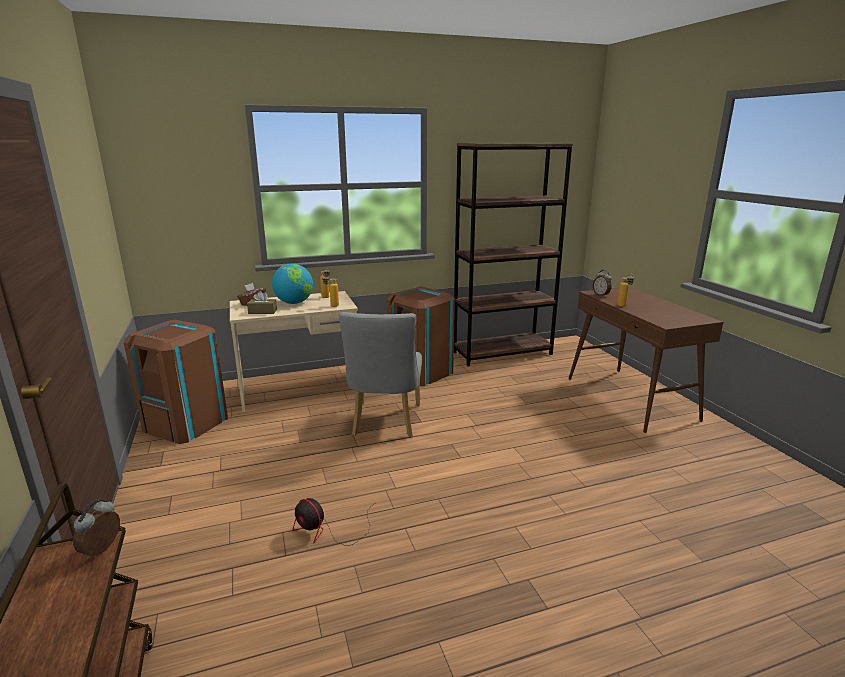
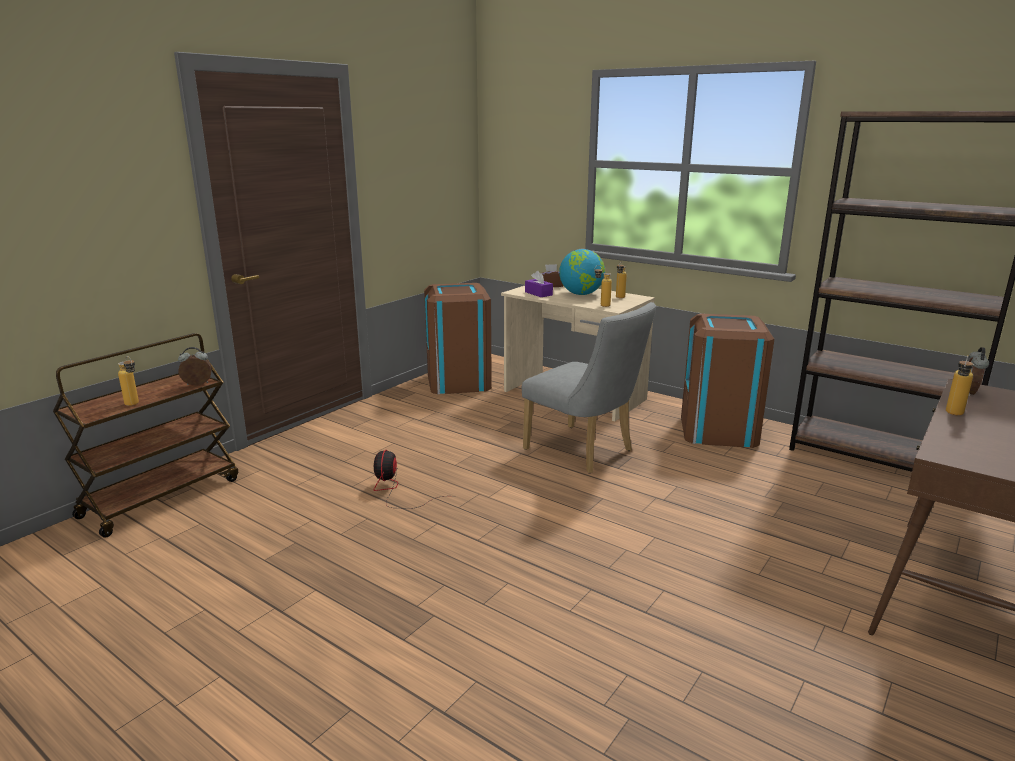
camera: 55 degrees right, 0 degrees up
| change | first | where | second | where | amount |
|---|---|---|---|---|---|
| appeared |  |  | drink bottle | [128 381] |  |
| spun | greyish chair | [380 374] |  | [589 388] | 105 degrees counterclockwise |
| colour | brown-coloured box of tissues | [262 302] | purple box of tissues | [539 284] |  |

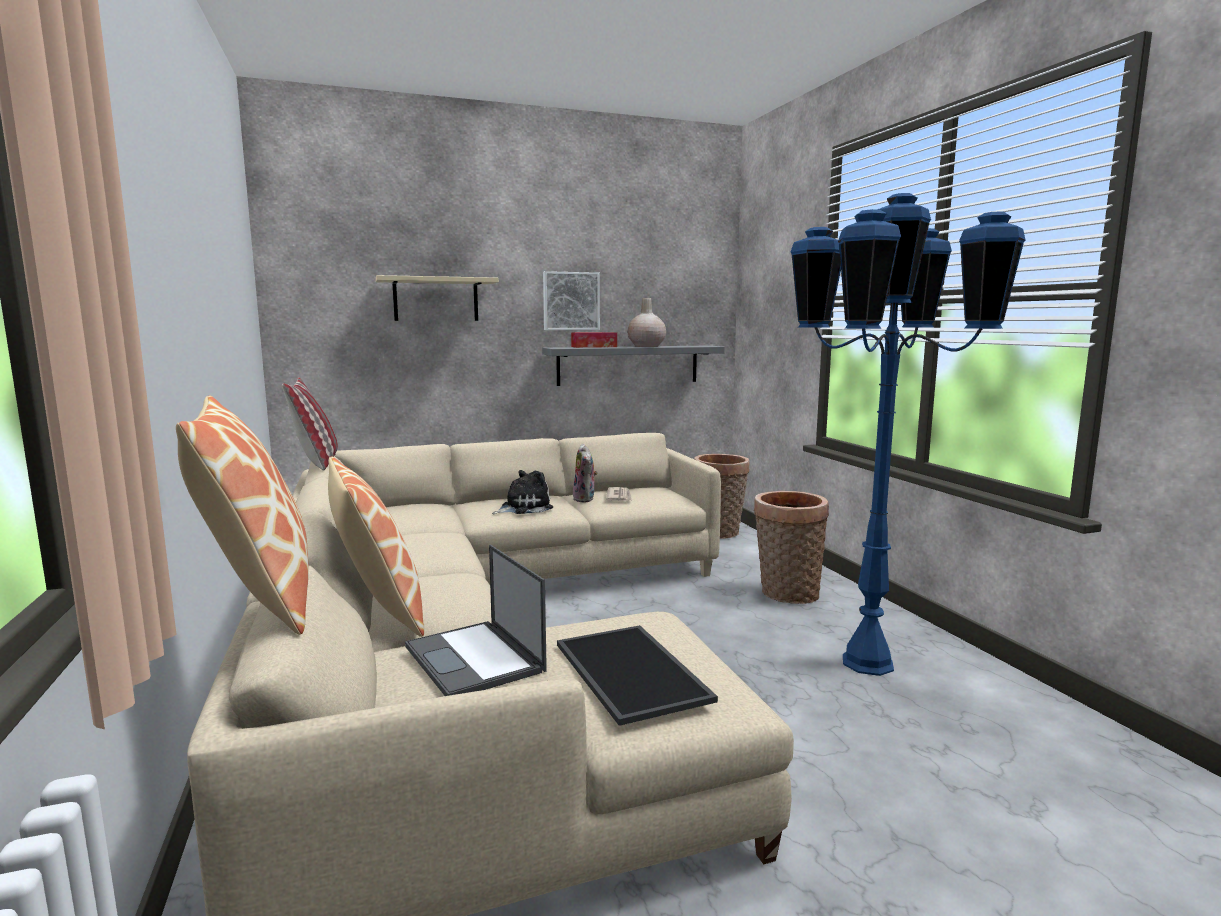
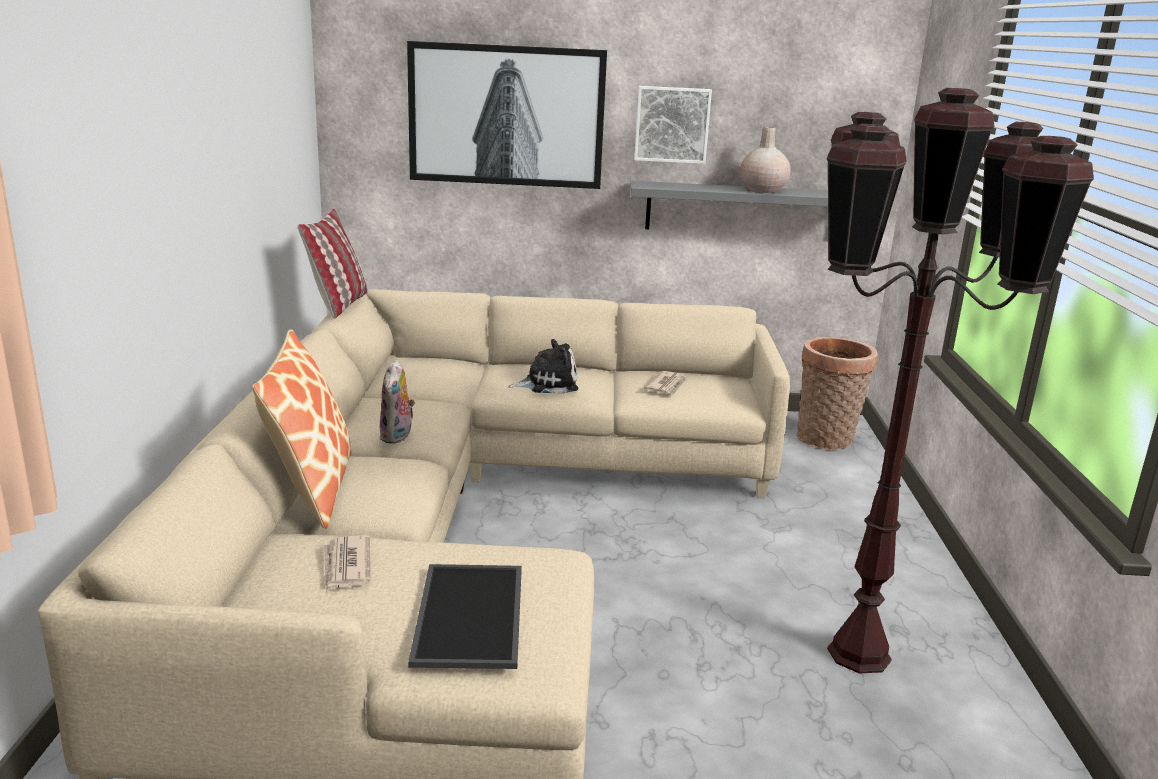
camera: 20 degrees right, 10 degrees up
| change | first | where | second | where | amount |
|---|---|---|---|---|---|
| exchanged | laptop | [476 620] | daily paper | [346 563] |  |
| relocated | plush toy | [585 473] |  | [397 402] |  |
| exchanged | beige-coloured shelf | [437 298] | wall picture | [507 115] |  |
| colour | blue standing lamp | [908 434] | brown-coloured standing lamp | [960 381] |  |
| missing | pillow | [242 515] |  |  |  |
| missing | box of tissues | [594 340] |  |  |  |
| missing | storage basket | [791 547] |  |  |  |

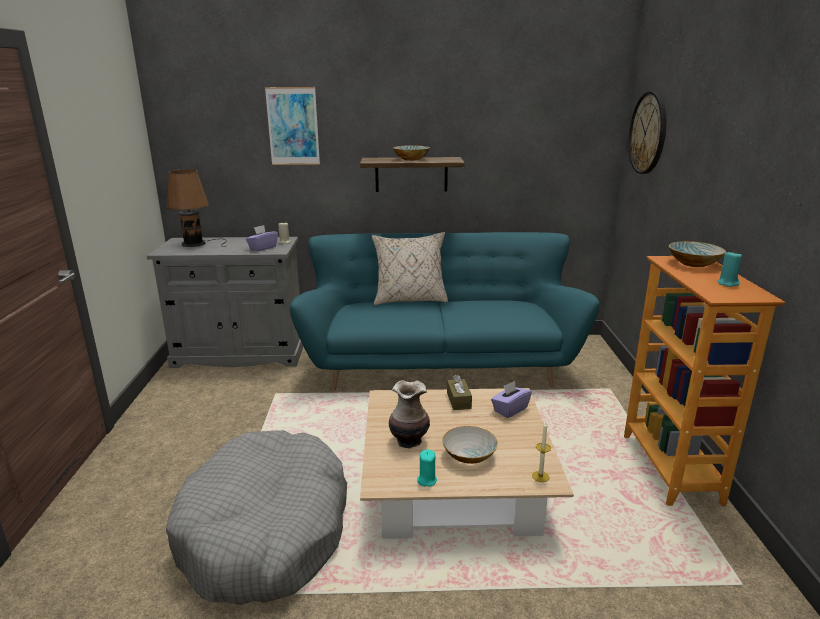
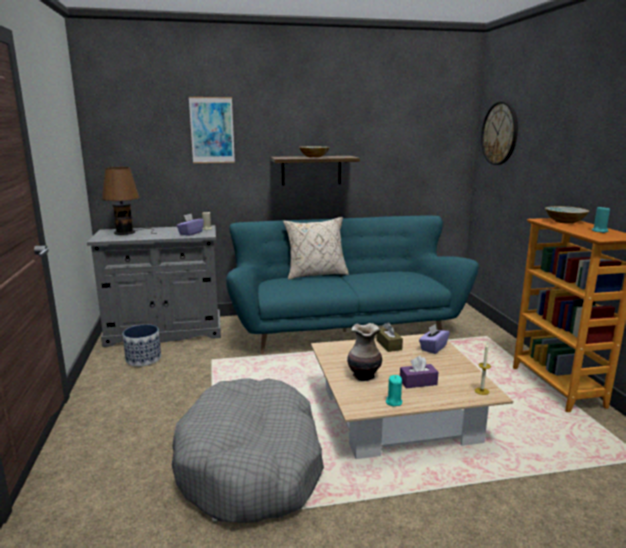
camera: 10 degrees left, 5 degrees down
| change | first | where | second | where | amount |
|---|---|---|---|---|---|
| appeared |  |  | flower pot | [142 345] |  |
| exchanged | deep dish | [470 445] | purple box of tissues | [419 372] |  |

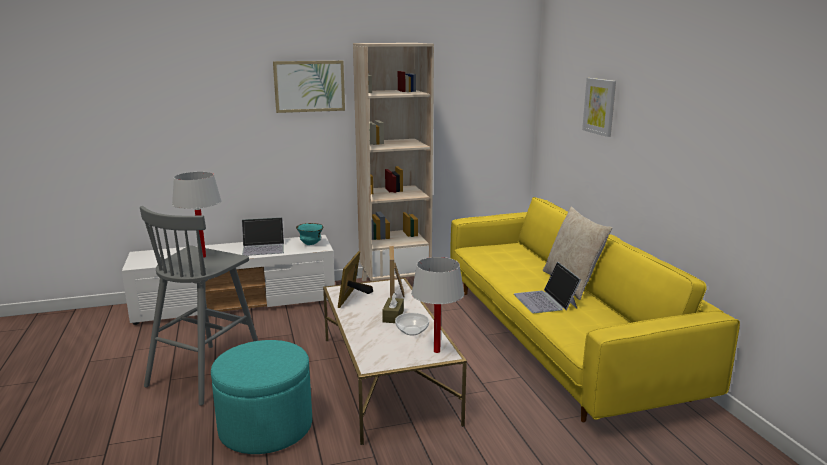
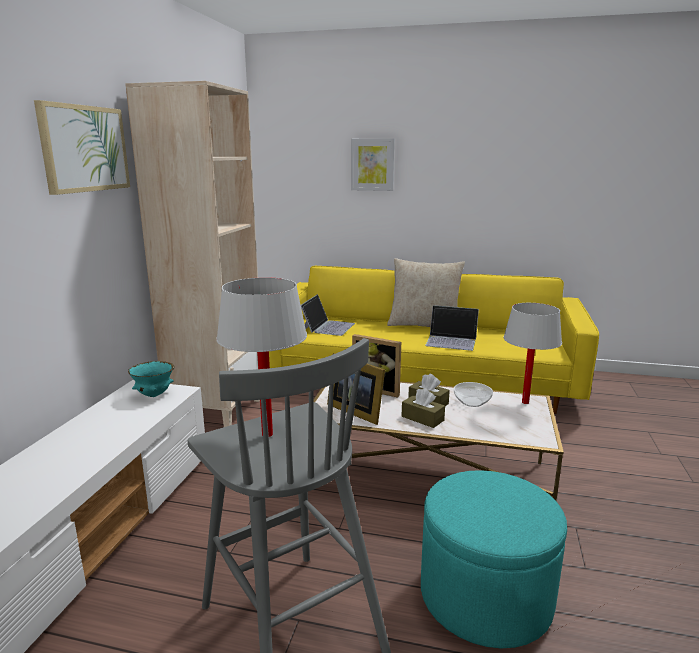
camera: 60 degrees left, 0 degrees up
| change | first | where | second | where | amount |
|---|---|---|---|---|---|
| relocated | laptop | [263 236] |  | [328 315] |  |
| appeared |  |  | brown-coloured box of tissues | [423 408] |  |

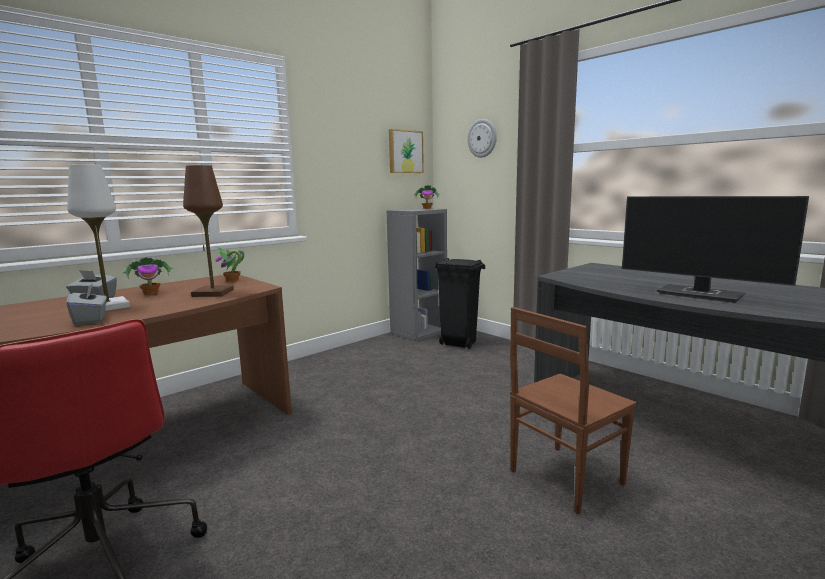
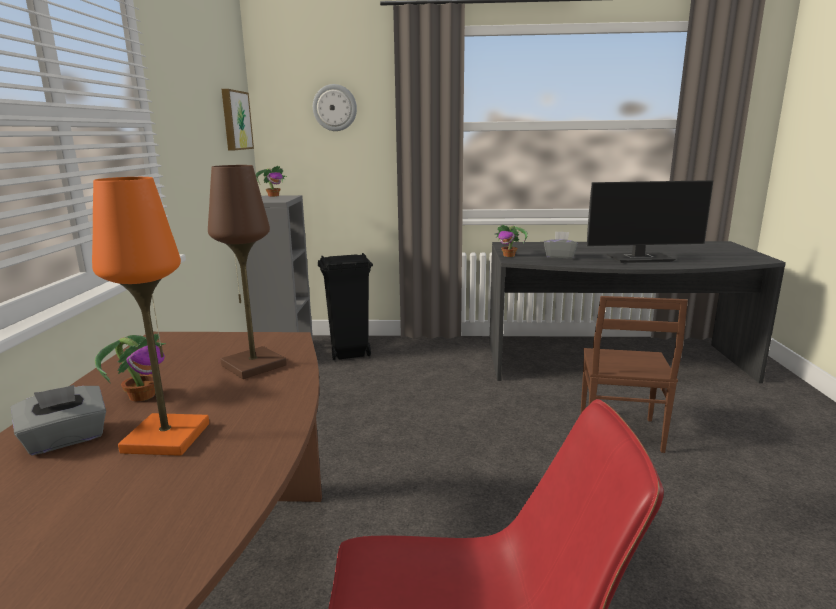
camera: 45 degrees left, 5 degrees up
| change | first | where | second | where | amount |
|---|---|---|---|---|---|
| colour | whitish tabletop lamp | [98 237] | orange tabletop lamp | [150 316] |  |
| relocated | plant in a pot | [229 264] |  | [511 241] |  |
| relocated | greyish box of tissues | [86 304] |  | [561 245] |  |

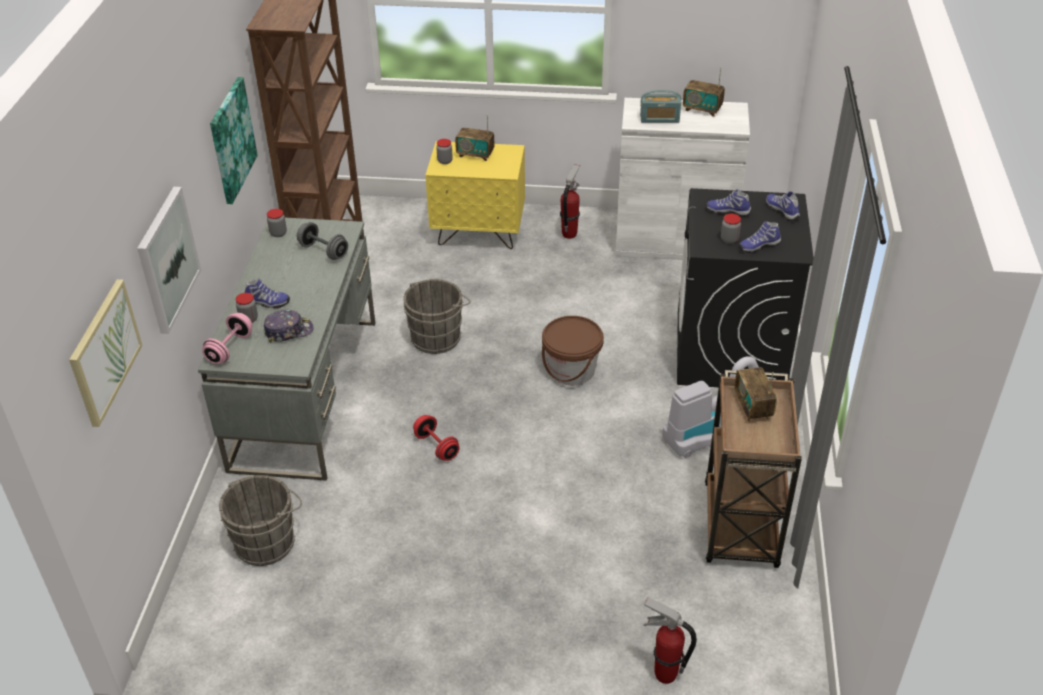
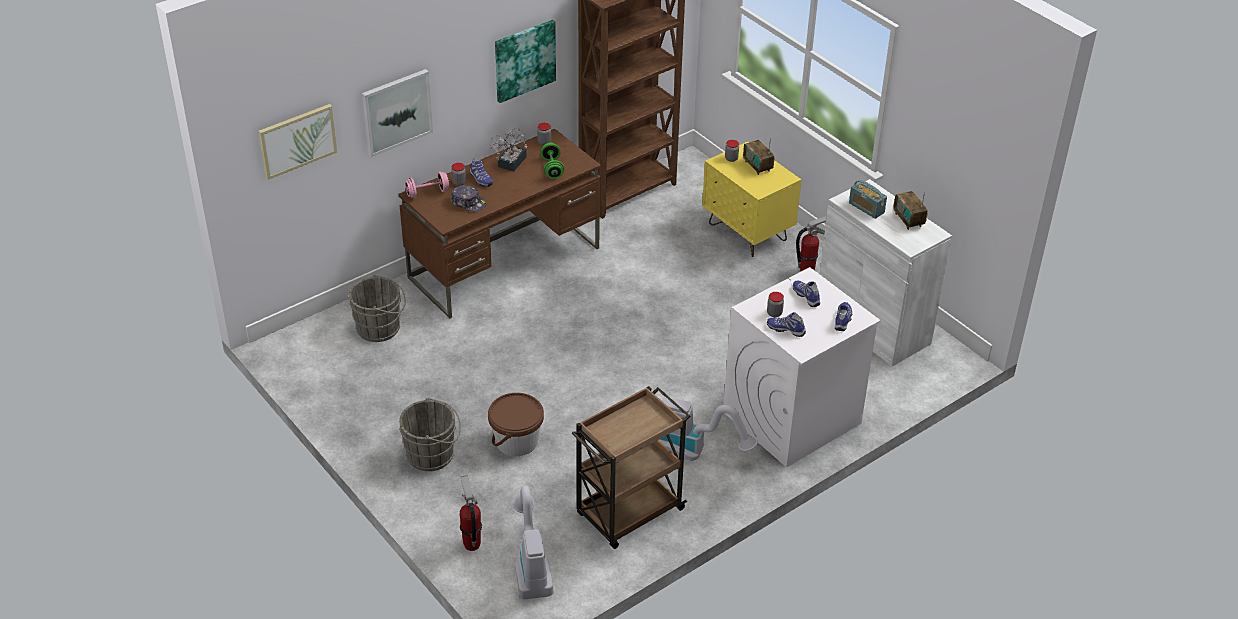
camera: 45 degrees right, 0 degrees up
| change | first | where | second | where | amount |
|---|---|---|---|---|---|
| colour | greyish desk | [287 349] | brown-coloured desk | [500 224] |  |
| relocated | greyish pail | [437 316] |  | [430 434] |  |
| relocated | brown-coloured pail | [573 350] |  | [516 425] |  |
| appeared |  |  | plant in a pot | [508 149] |  |
| appeared |  |  | hoover | [533 542] |  |
| colour | greyish free weight | [322 241] | green free weight | [552 161] |  |
| colour | black-coloured laundry appliance | [745 287] | whitish laundry appliance | [802 367] |  |
| missing | red free weight | [436 438] |  |  |  |
| missing | radio | [755 394] |  |  |  |

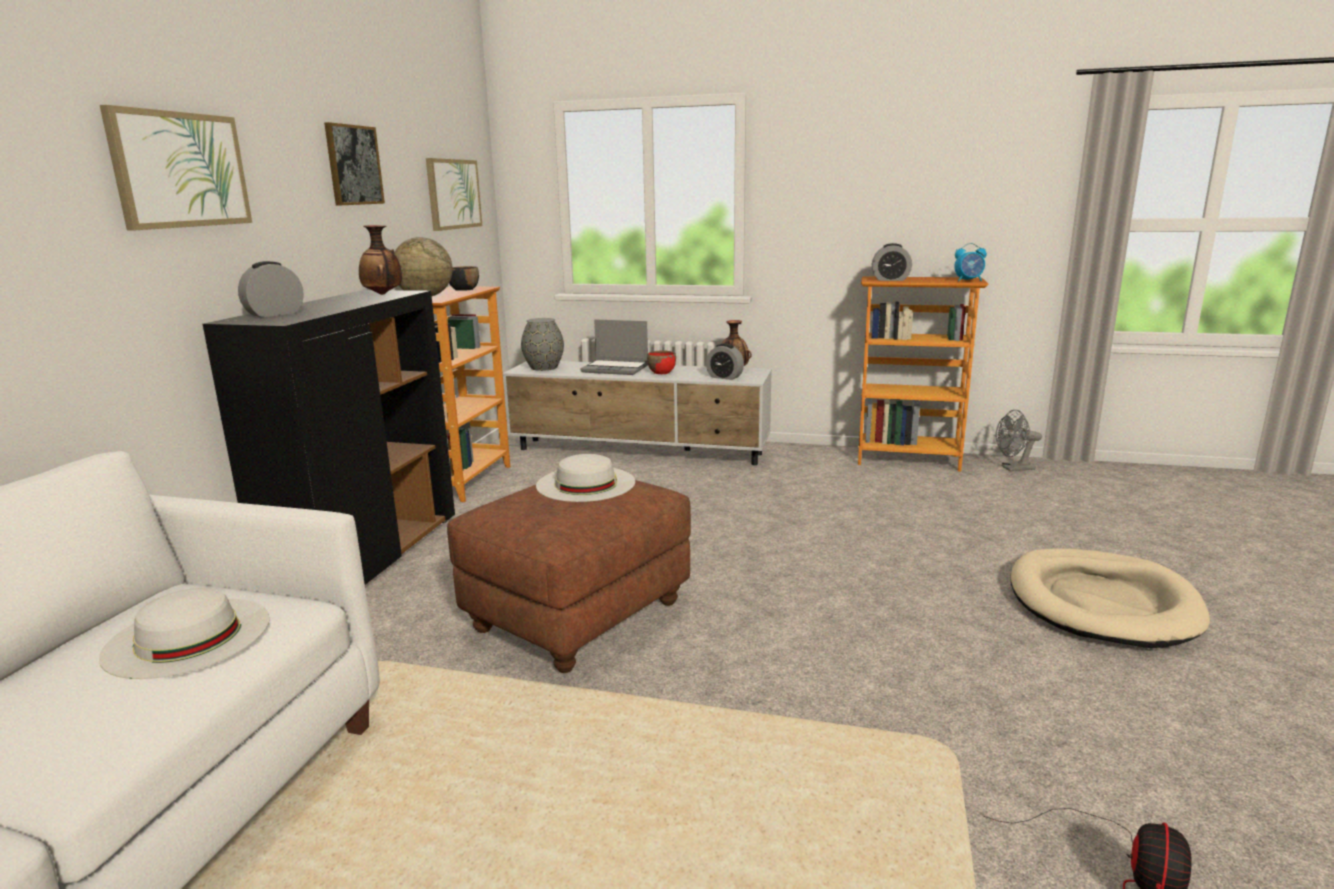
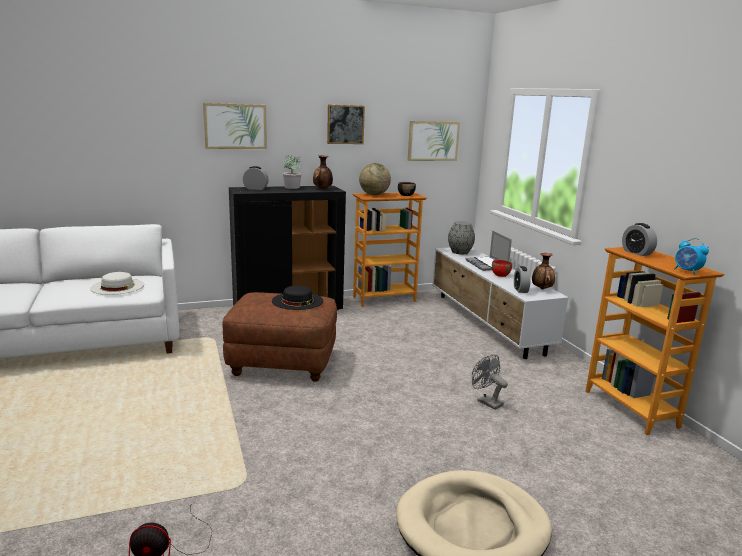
camera: 55 degrees right, 0 degrees up
| change | first | where | second | where | amount |
|---|---|---|---|---|---|
| colour | whitish clothing hat | [585 478] | black-coloured clothing hat | [297 297] |  |
| appeared |  |  | plant in a pot | [292 172] |  |
| relocated | greyish cooling fan | [1019 440] |  | [490 382] |  |

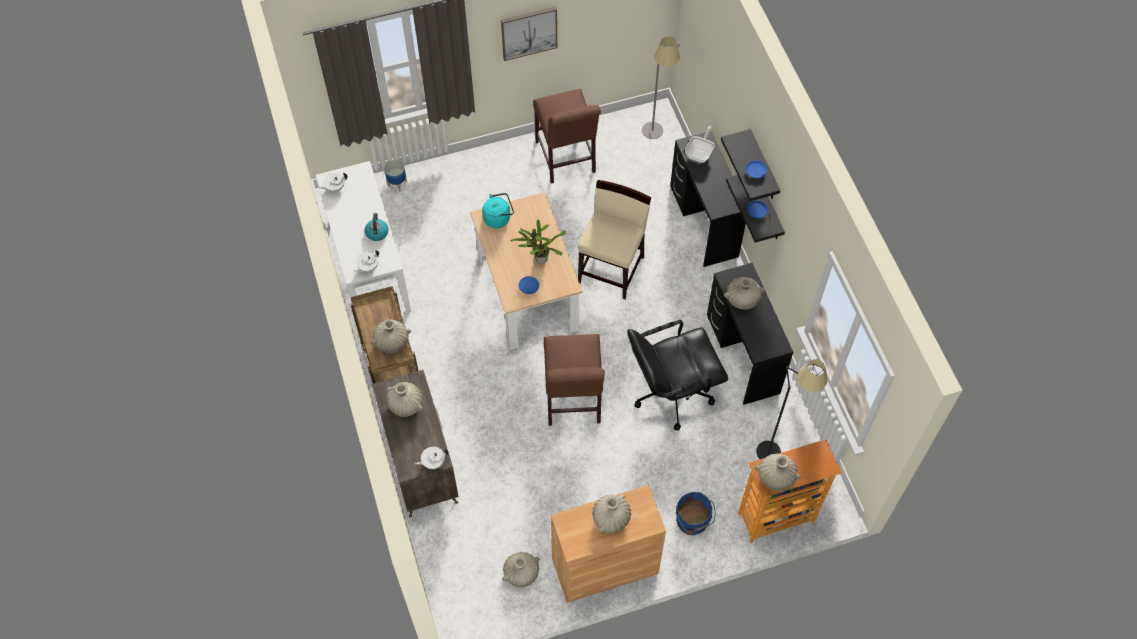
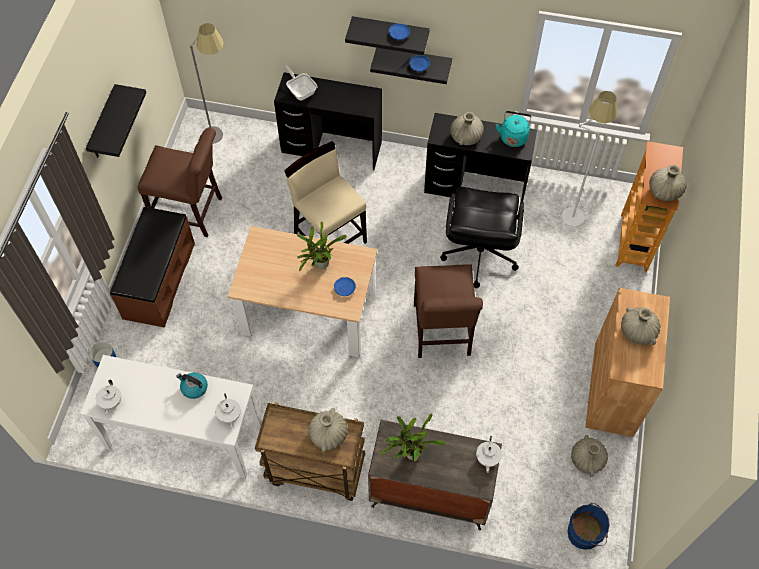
camera: 60 degrees left, 0 degrees up
| change | first | where | second | where | amount |
|---|---|---|---|---|---|
| exchanged | wall picture | [529 34] | black-coloured shelf | [116 121] |  |
| appeared |  |  | brown-coloured indoor bench | [152 267] |  |
| exchanged | beige-coloured vase | [404 399] | plant in a pot | [413 437] |  |
| spun | brown-coloured chair | [574 380] |  | [448 311] | 60 degrees clockwise |
| relocated | turquoise water kettle | [498 210] |  | [514 129] |  |
| colour | black-coloured standing lamp | [791 409] | whitish standing lamp | [590 159] |  |
| relocated | blue pail | [695 513] |  | [589 526] |  |

